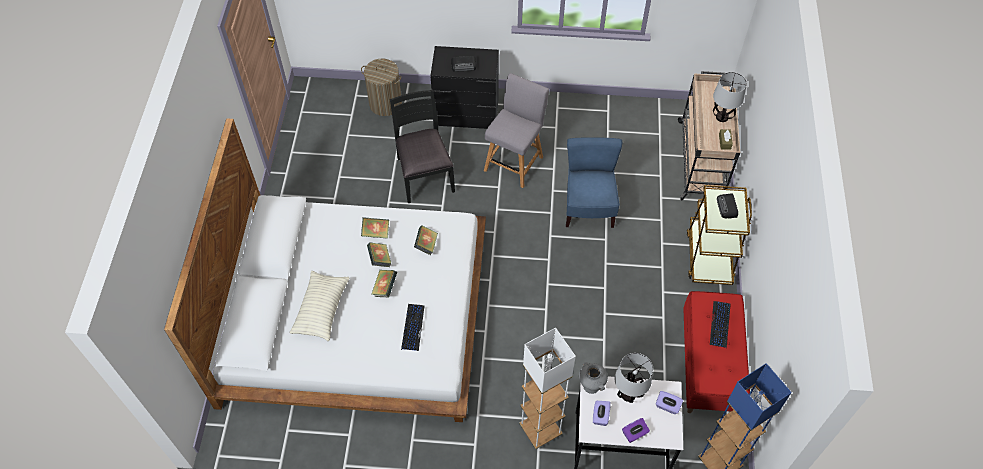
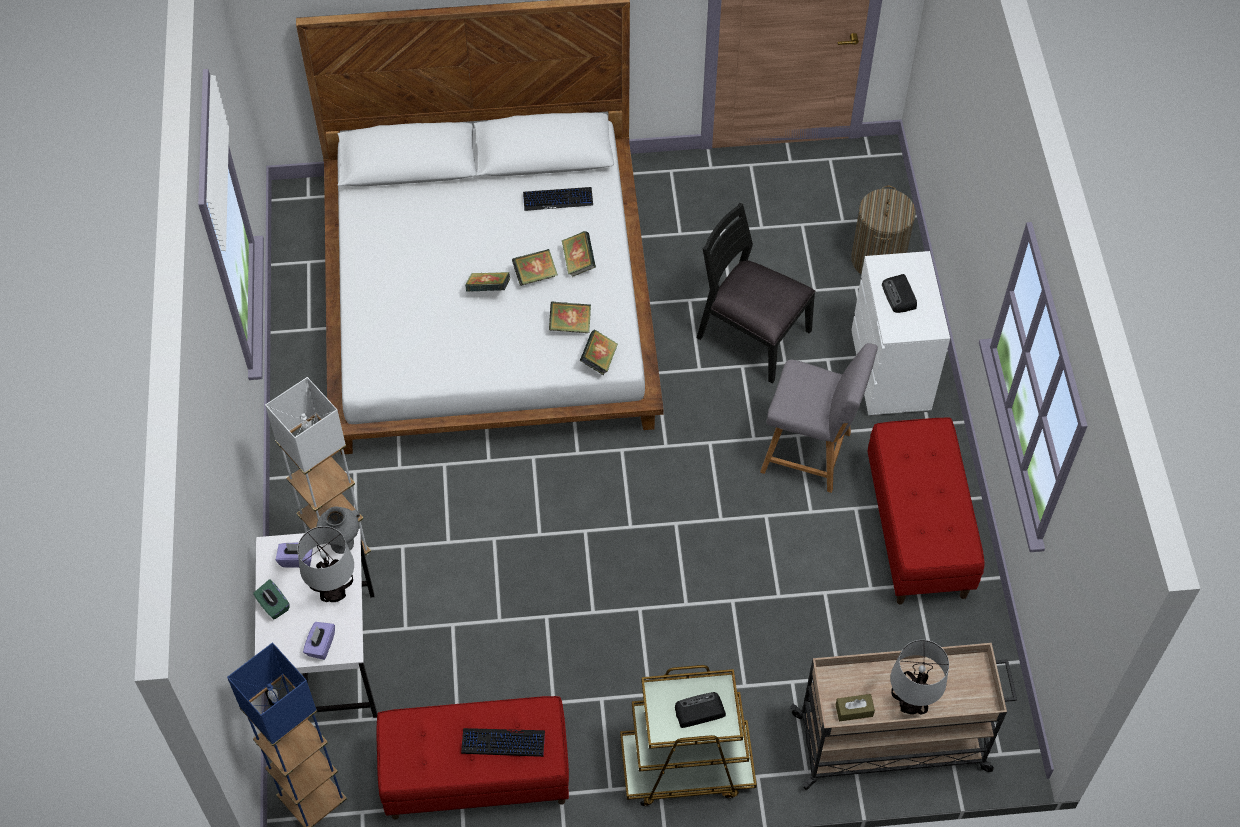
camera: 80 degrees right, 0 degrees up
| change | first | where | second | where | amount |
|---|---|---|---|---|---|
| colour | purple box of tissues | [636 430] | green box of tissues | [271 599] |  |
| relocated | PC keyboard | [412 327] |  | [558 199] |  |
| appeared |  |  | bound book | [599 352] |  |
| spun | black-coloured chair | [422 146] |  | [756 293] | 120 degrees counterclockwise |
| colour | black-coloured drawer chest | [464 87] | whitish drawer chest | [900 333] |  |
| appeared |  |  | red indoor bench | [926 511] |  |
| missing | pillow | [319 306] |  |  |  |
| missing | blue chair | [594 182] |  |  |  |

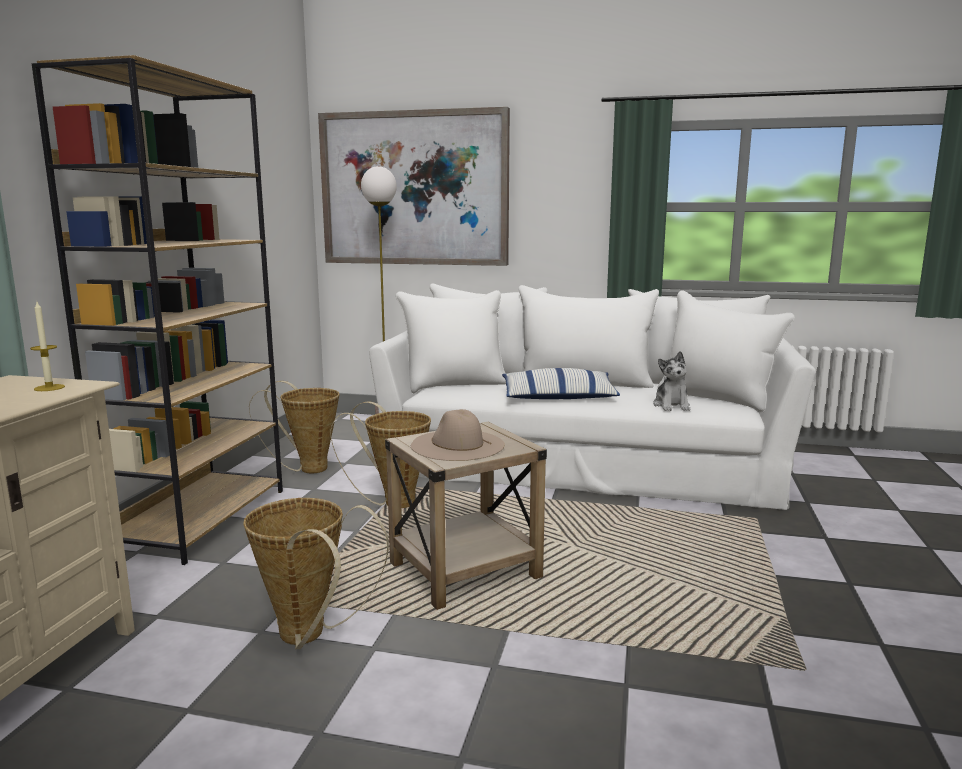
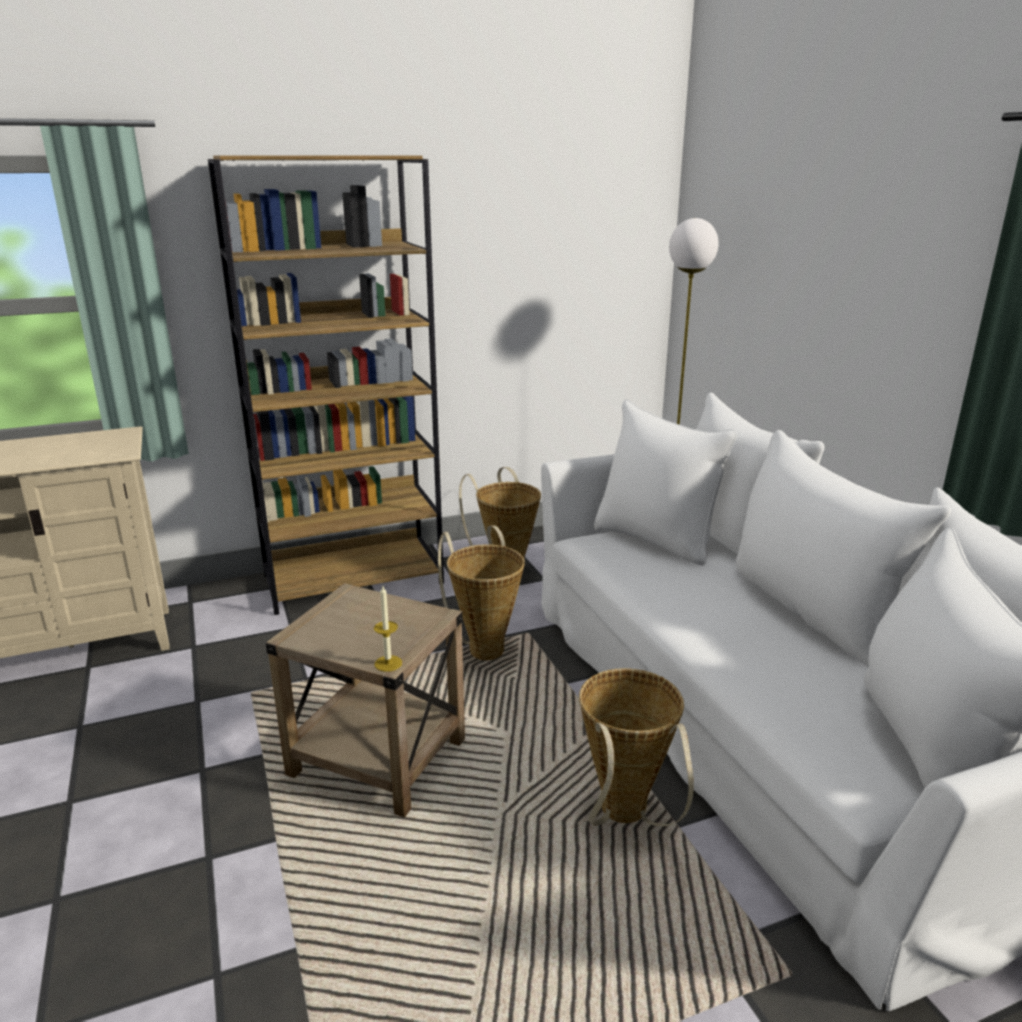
camera: 55 degrees right, 10 degrees up
| change | first | where | second | where | amount |
|---|---|---|---|---|---|
| relocated | wax light | [47 346] |  | [388 629] |  |
| relocated | storage basket | [316 573] |  | [636 747] |  |
| missing | wall picture | [414 186] |  |  |  |
| missing | beige-coloured clothing hat | [458 435] |  |  |  |
| missing | pillow | [561 383] |  |  |  |
| missing | plush toy | [672 381] |  |  |  |

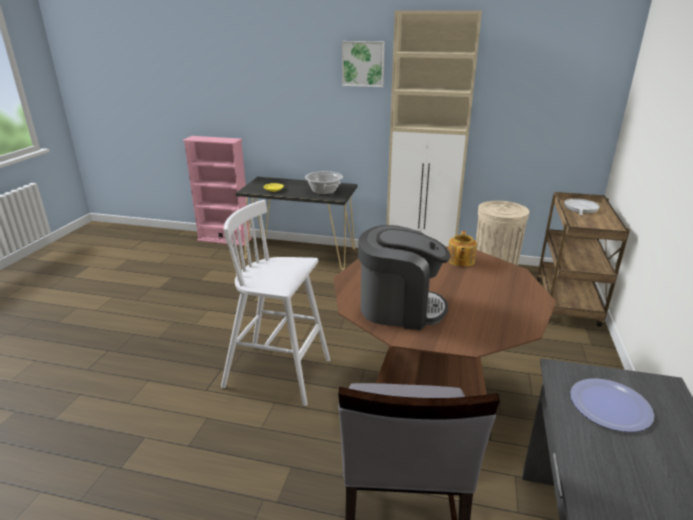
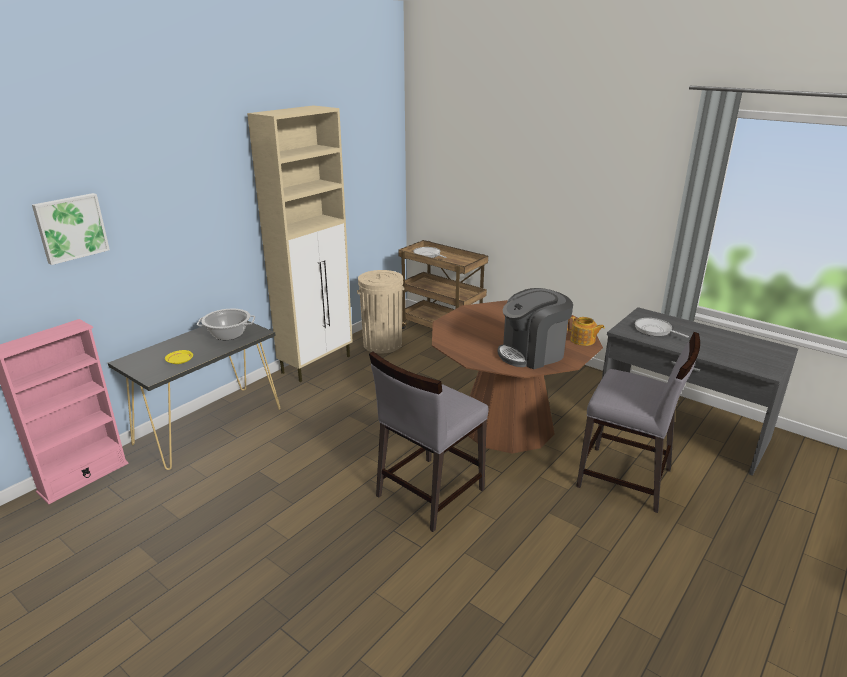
camera: 65 degrees left, 0 degrees up
| change | first | where | second | where | amount |
|---|---|---|---|---|---|
| relocated | wall picture | [363 64] |  | [71 229] |  |
| exchanged | whitish stool | [275 303] | greyish chair | [428 441] |  |
| spun | coffee machine | [404 277] |  | [535 328] | 150 degrees counterclockwise |
| relocated | tea pot | [462 249] |  | [586 331] |  |
| exchanged | plate | [612 405] | skillet | [662 327] |  |

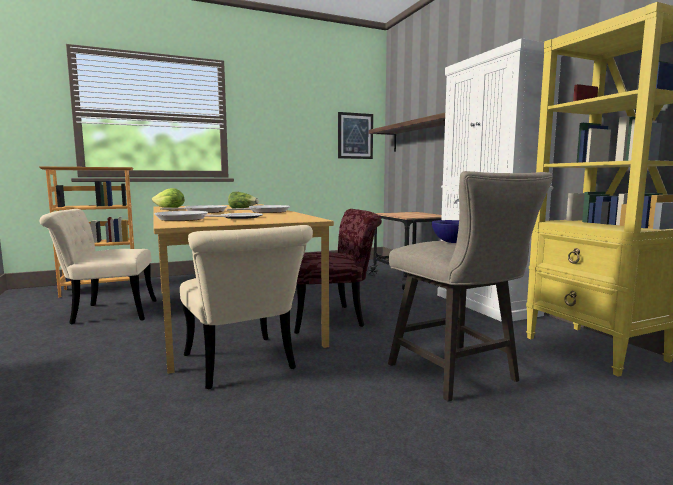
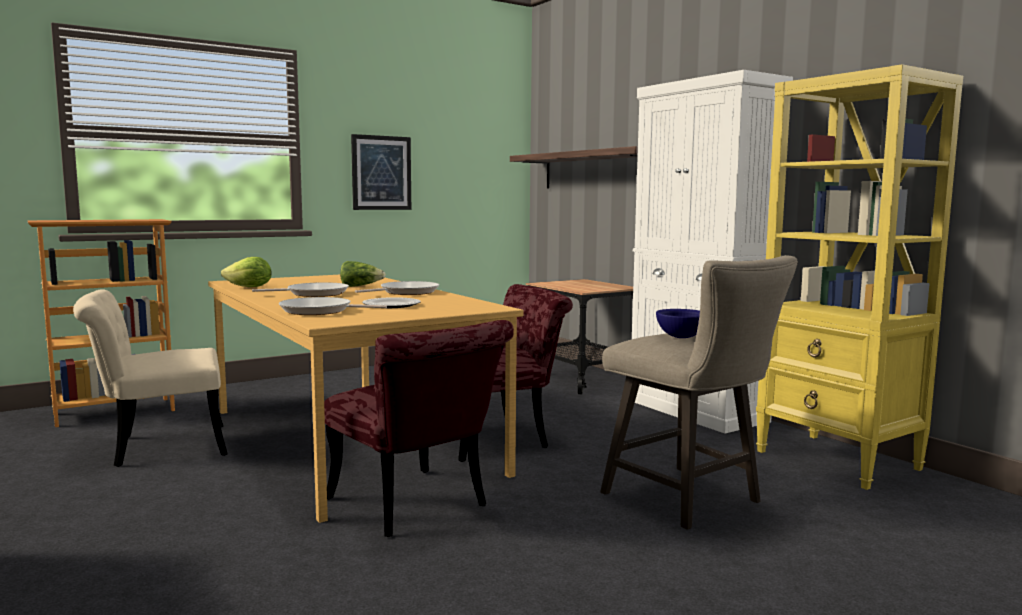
camera: 10 degrees left, 0 degrees up
| change | first | where | second | where | amount |
|---|---|---|---|---|---|
| colour | beige-coloured chair | [246 307] | red chair | [419 428] |  |
| relocated | wall picture | [355 135] |  | [381 172] |  |

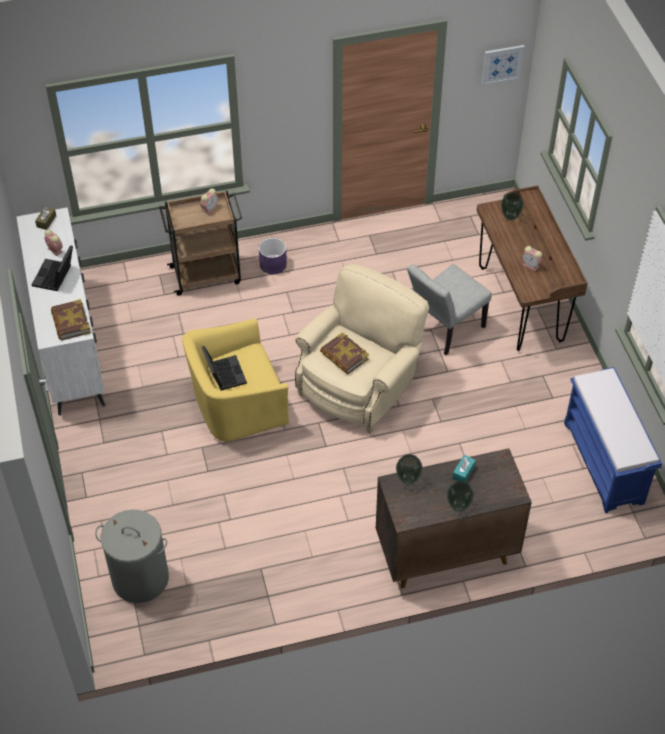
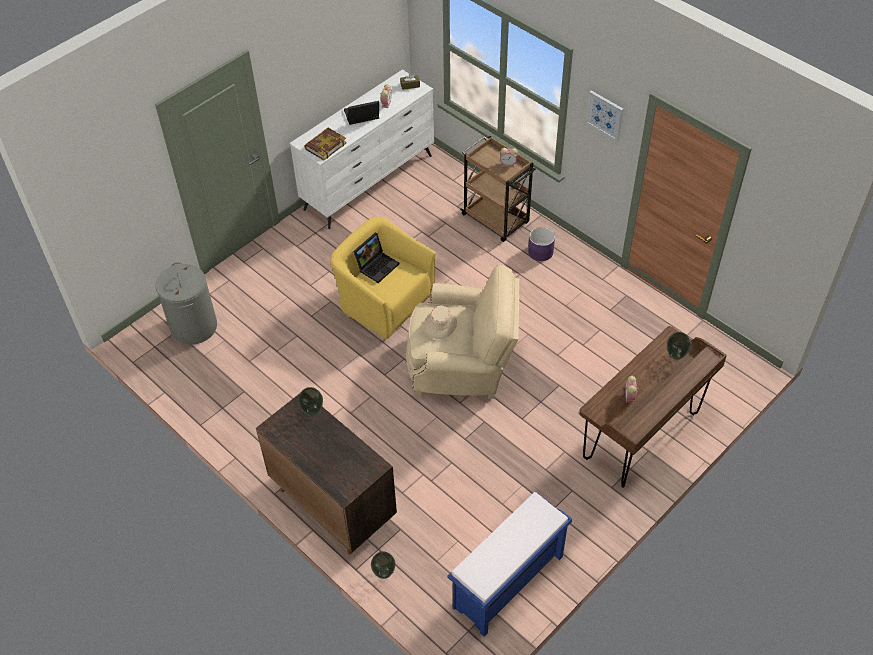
camera: 60 degrees right, 0 degrees up
| change | first | where | second | where | amount |
|---|---|---|---|---|---|
| relocated | vase | [460 496] |  | [383 565] |  |
| exchanged | bound book | [344 353] | beige-coloured clothing hat | [440 322] |  |
| relocated | wall picture | [503 65] |  | [604 115] |  |
| missing | greyish chair | [449 309] |  |  |  |
| missing | turquoise box of tissues | [464 468] |  |  |  |

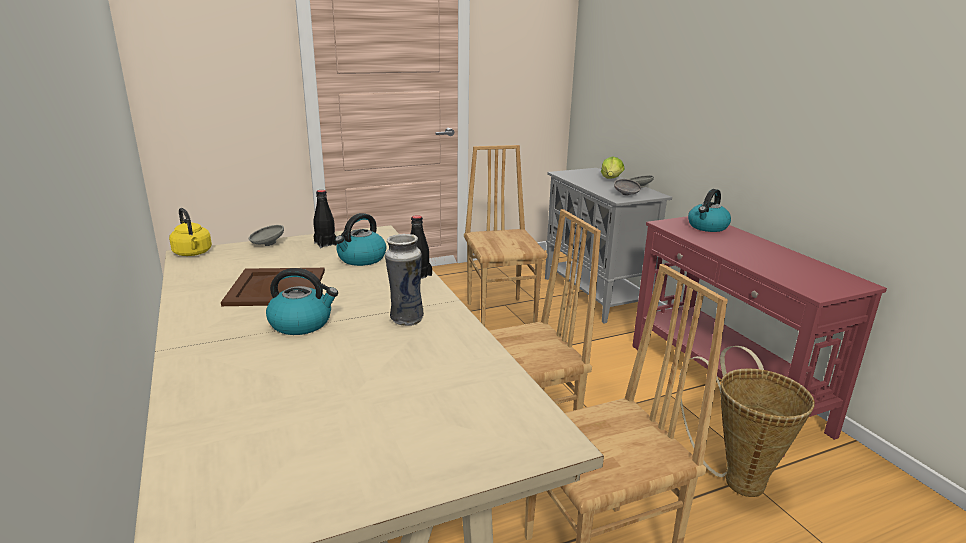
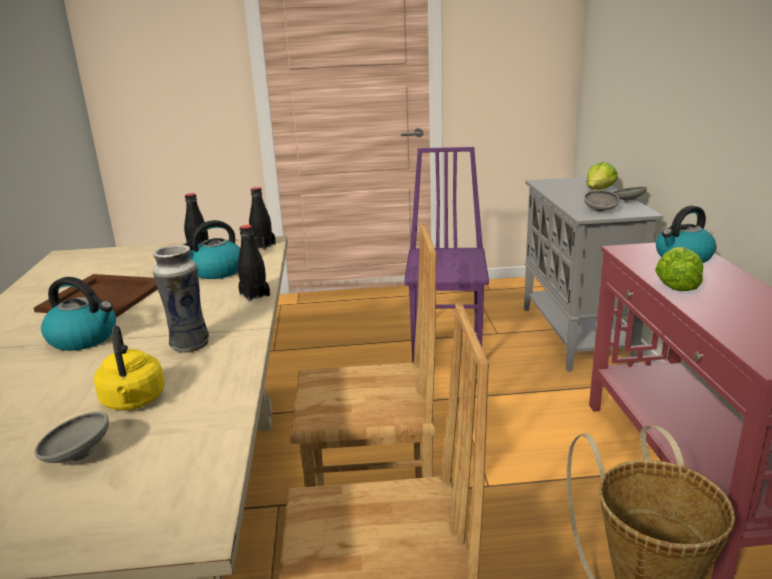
camera: 20 degrees right, 0 degrees up
| change | first | where | second | where | amount |
|---|---|---|---|---|---|
| relocated | greyish deep dish | [266 235] |  | [71 437] |  |
| relocated | yellow-coloured water kettle | [190 232] |  | [129 368] |  |
| appeared |  |  | black-coloured drink bottle | [262 218] |  |
| colour | brown-coloured chair | [506 235] | purple chair | [446 255] |  |
| appeared |  |  | lettuce head | [679 269] |  |

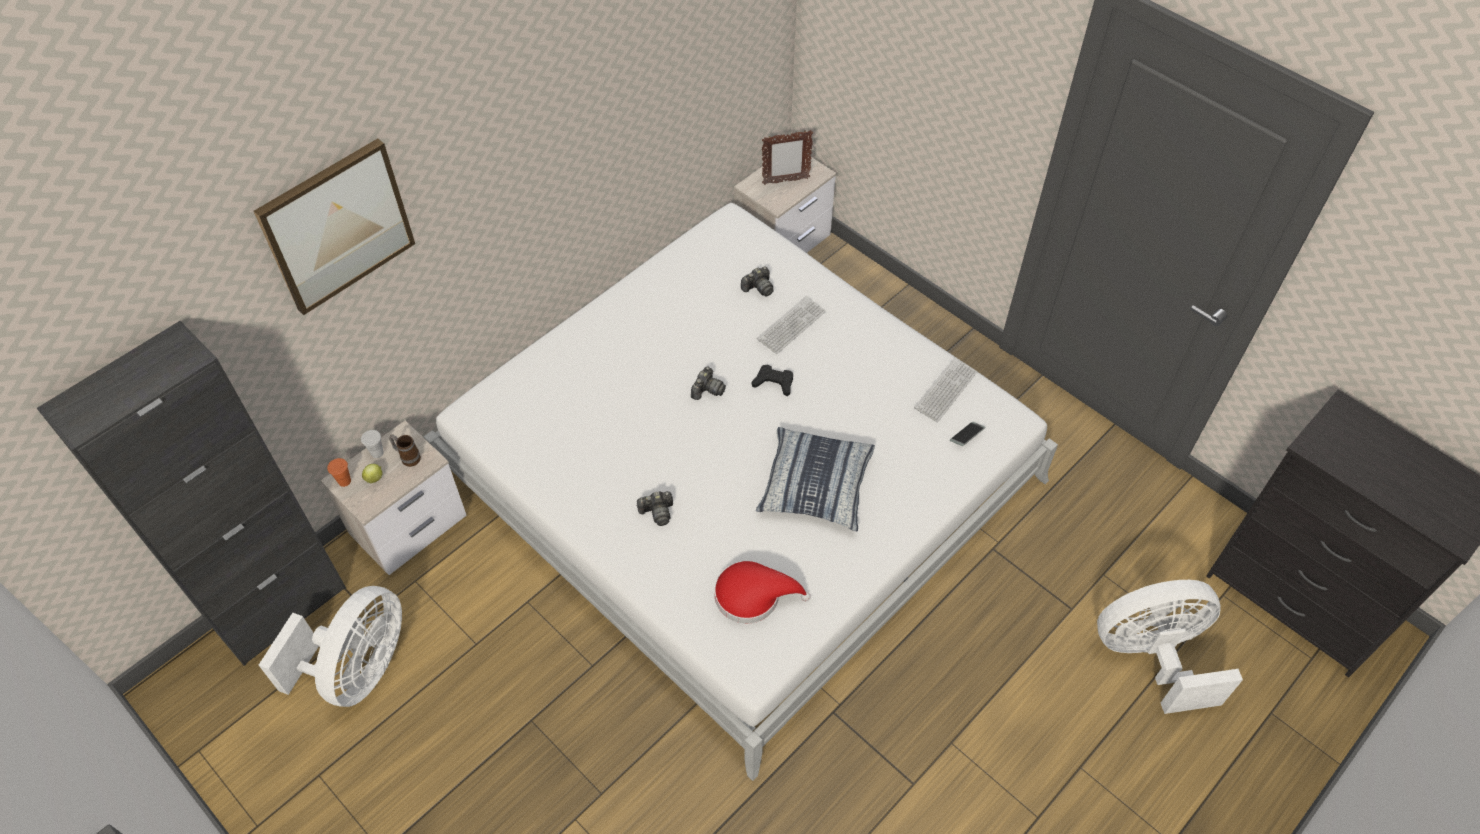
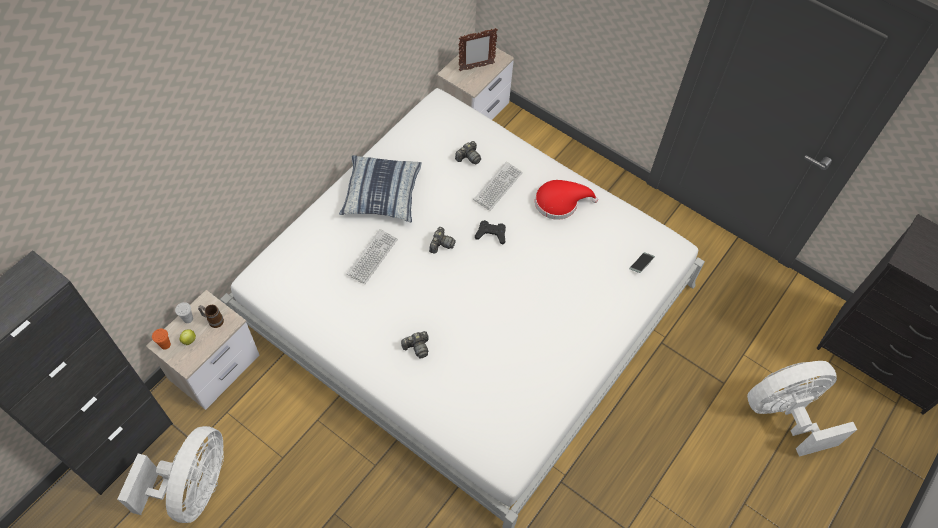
camera: 10 degrees left, 5 degrees up
| change | first | where | second | where | amount |
|---|---|---|---|---|---|
| relocated | pillow | [815 479] |  | [380 189] |  |
| relocated | PC keyboard | [945 390] |  | [372 257] |  |
| relocated | red clothing hat | [762 592] |  | [566 200] |  |
| missing | wall picture | [334 227] |  |  |  |

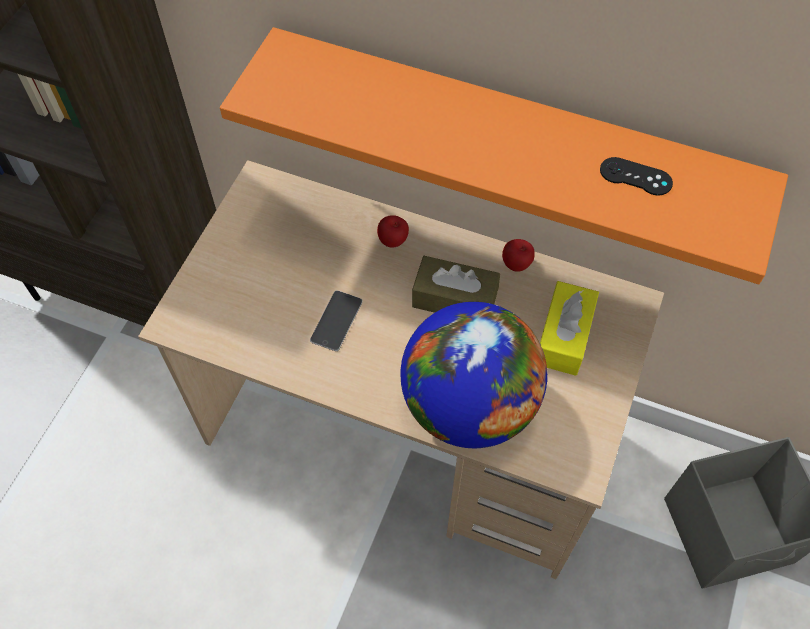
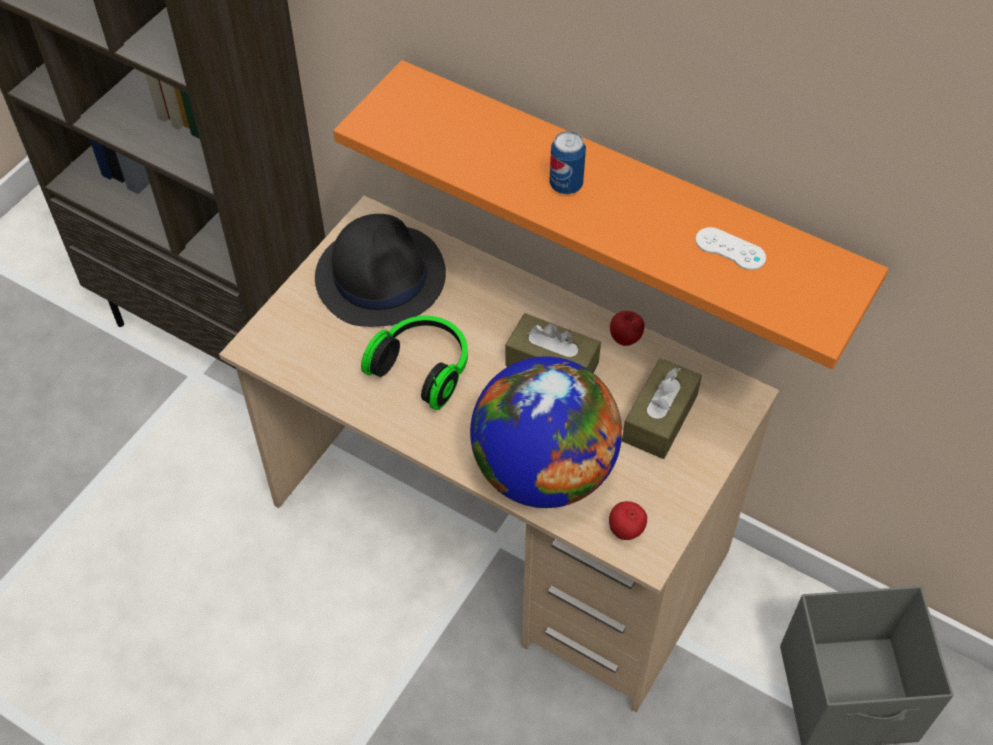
camera: 10 degrees right, 5 degrees down
| change | first | where | second | where | amount |
|---|---|---|---|---|---|
| appeared |  |  | black-coloured clothing hat | [380 270] |  |
| exchanged | telephone | [336 321] | headset | [414 363] |  |
| appeared |  |  | can | [567 162] |  |
| relocated | apple fruit | [393 231] |  | [628 520] |  |
| colour | yellow-coloured box of tissues | [569 328] | brown-coloured box of tissues | [662 408] |  |
| colour | black-coloured joypad | [636 176] | whitish joypad | [730 248] |  |

